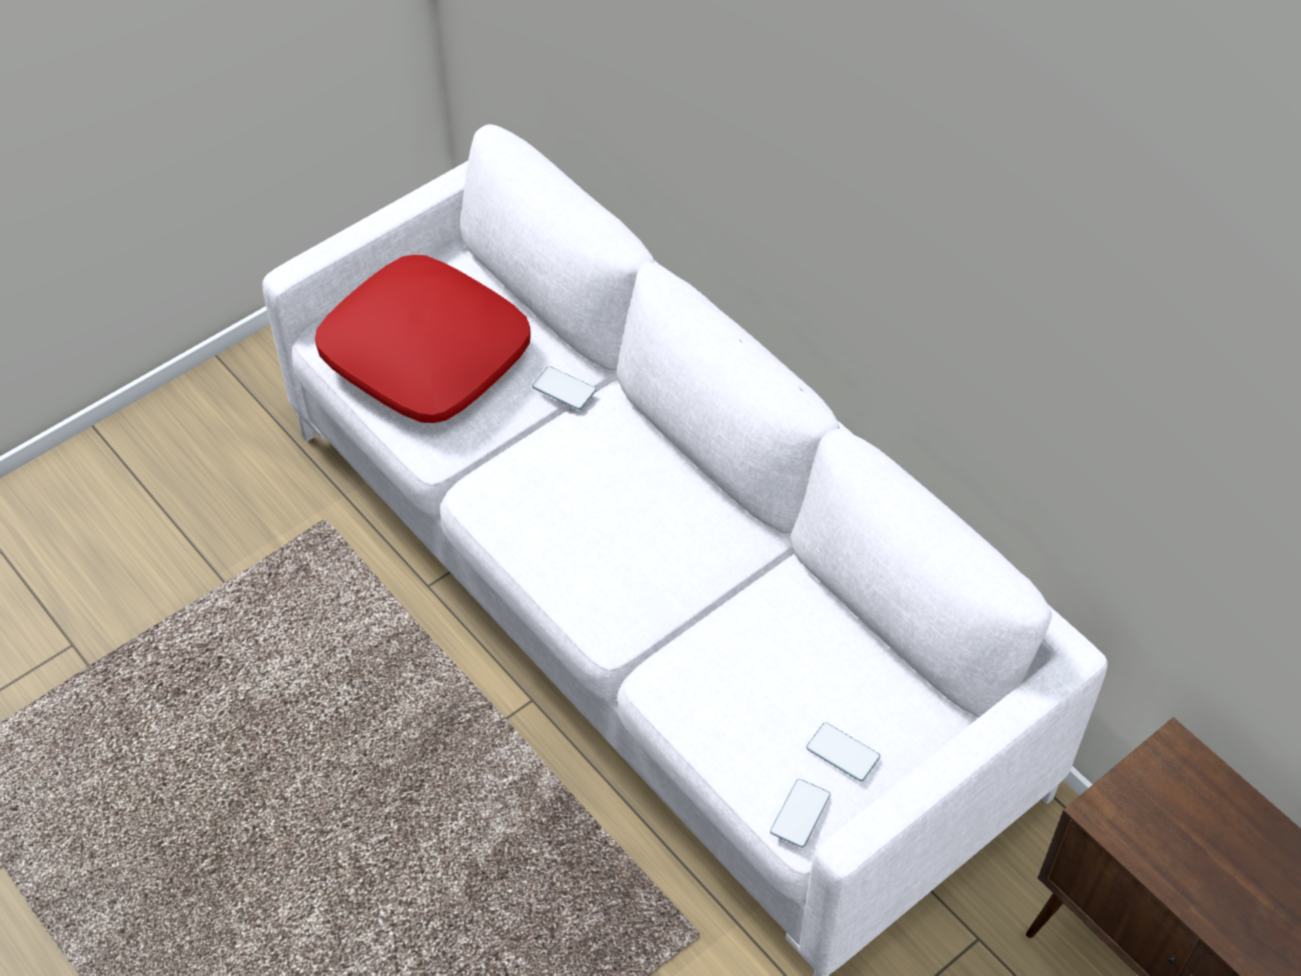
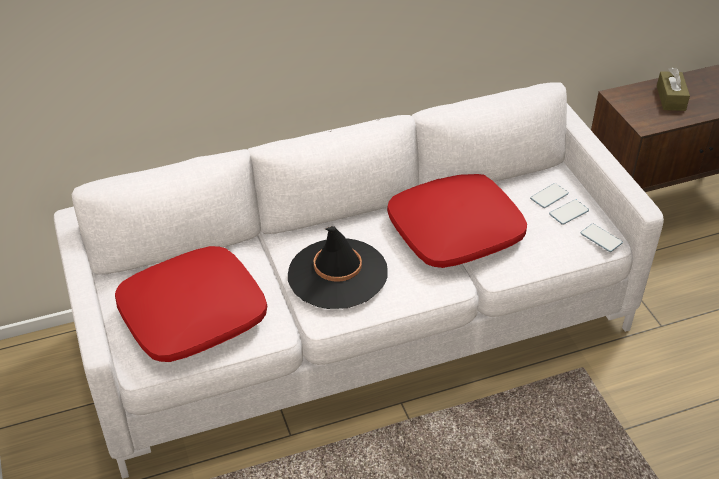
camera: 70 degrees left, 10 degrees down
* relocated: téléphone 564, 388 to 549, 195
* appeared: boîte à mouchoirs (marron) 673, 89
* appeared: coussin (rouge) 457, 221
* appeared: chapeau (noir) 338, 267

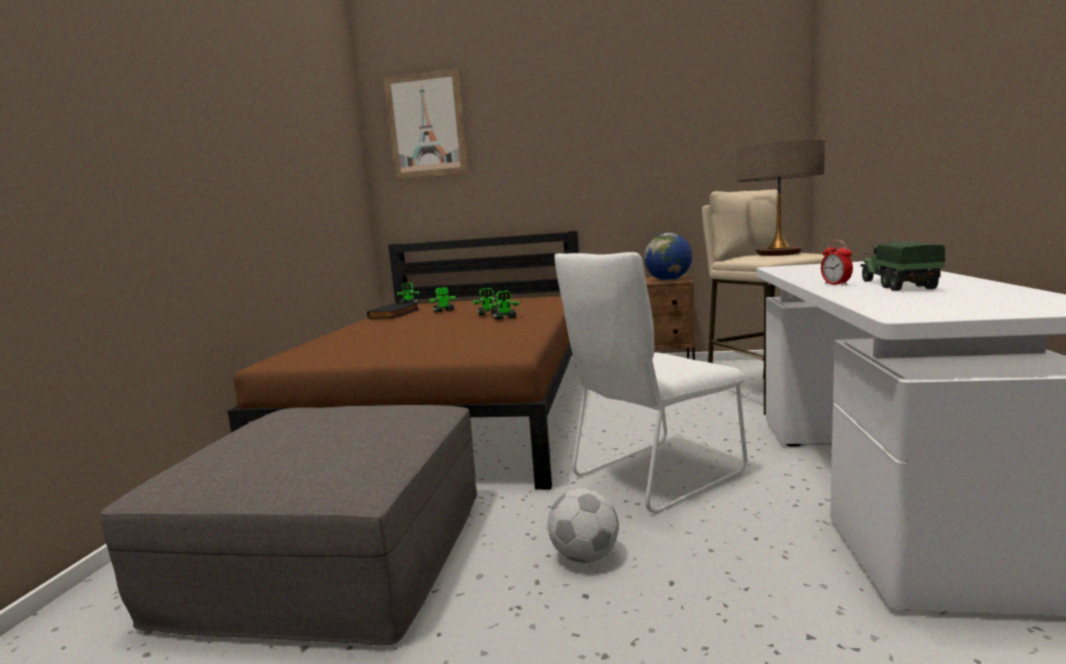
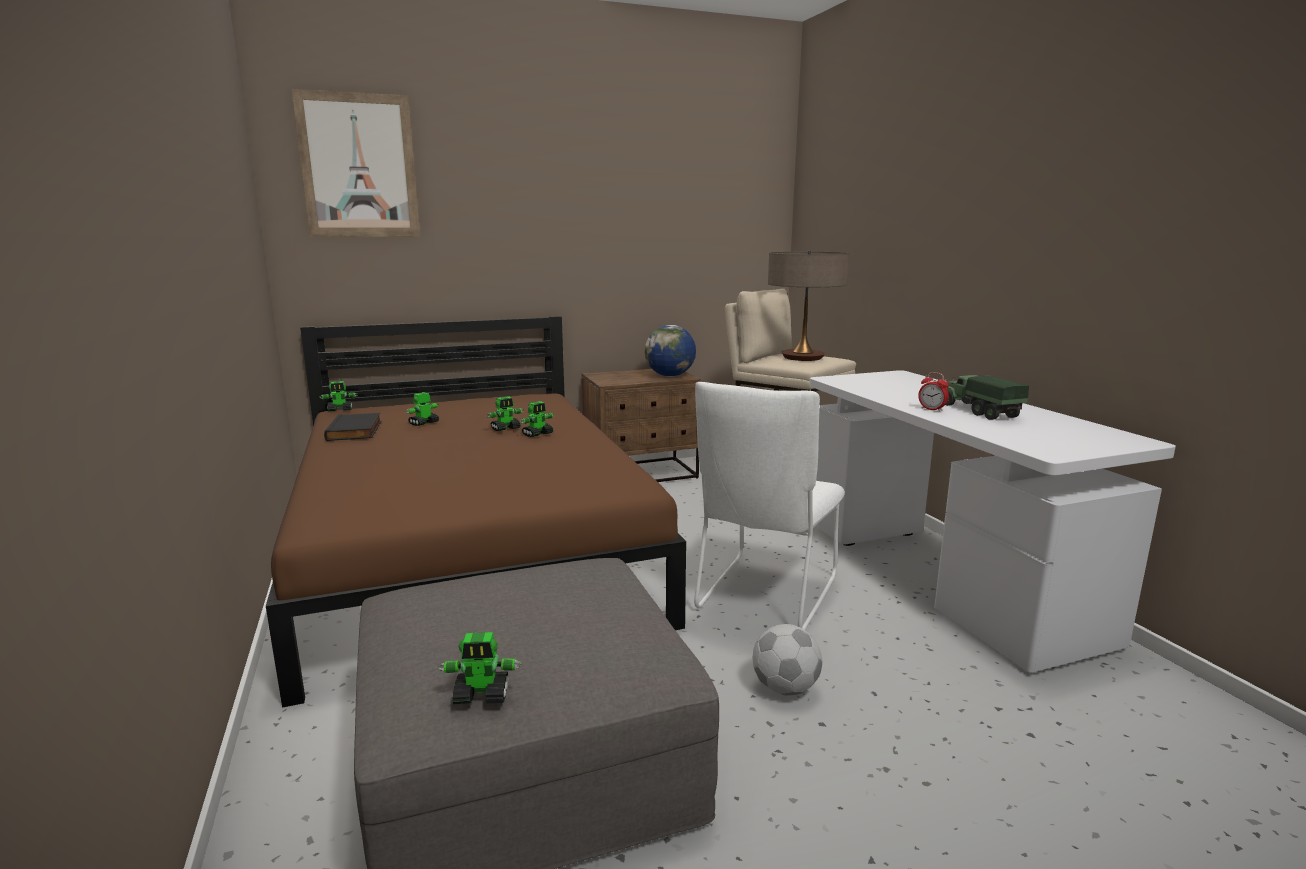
camera: 30 degrees left, 5 degrees up
* appeared: robot jouet 480, 668

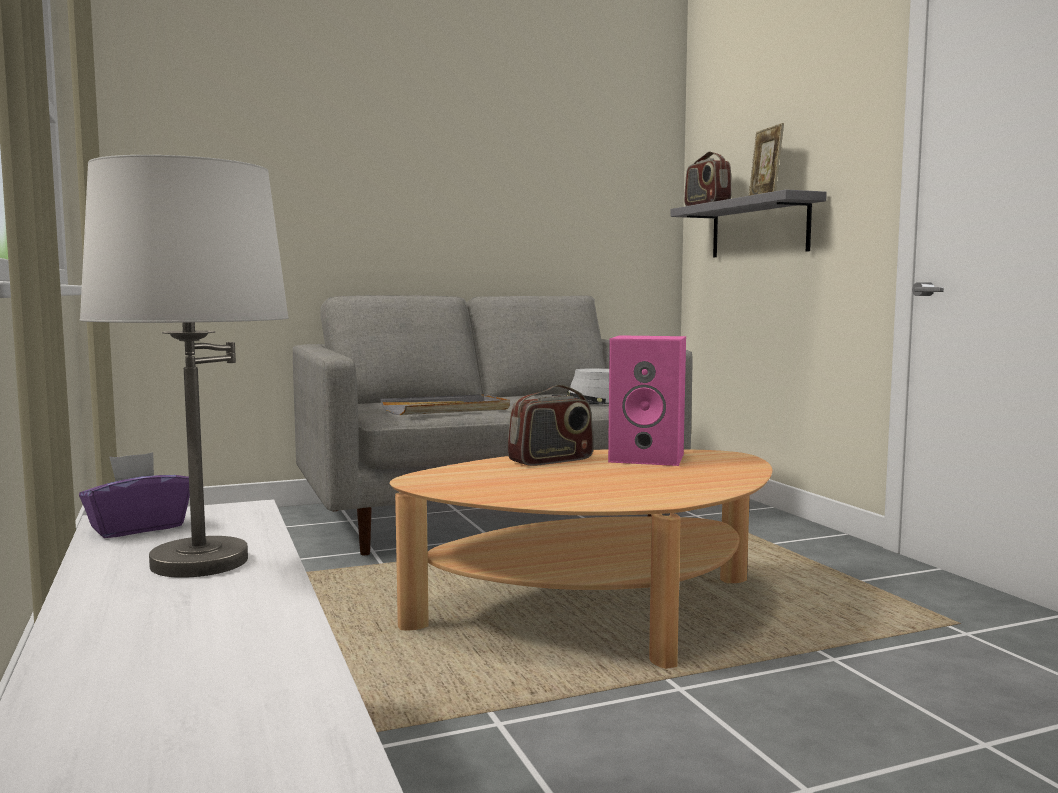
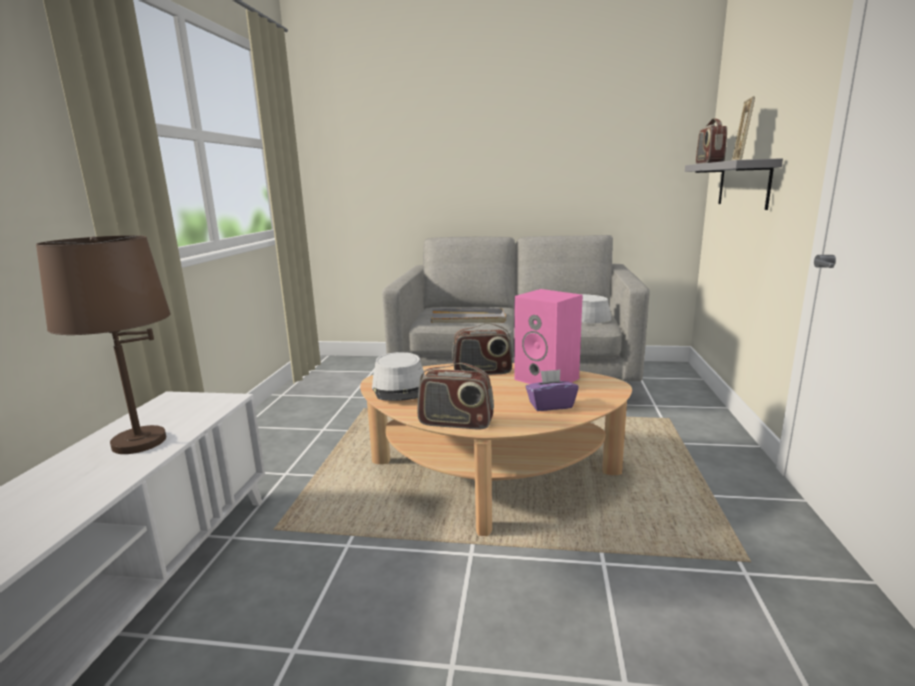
camera: 30 degrees right, 10 degrees up
* colour: lampe de table (blanc) 184, 366 to lampe de table (marron) 103, 344
* relocated: boîte à mouchoirs (violet) 134, 495 to 552, 390
* appeared: chapeau (gris) 398, 376
* appeared: radio 455, 396

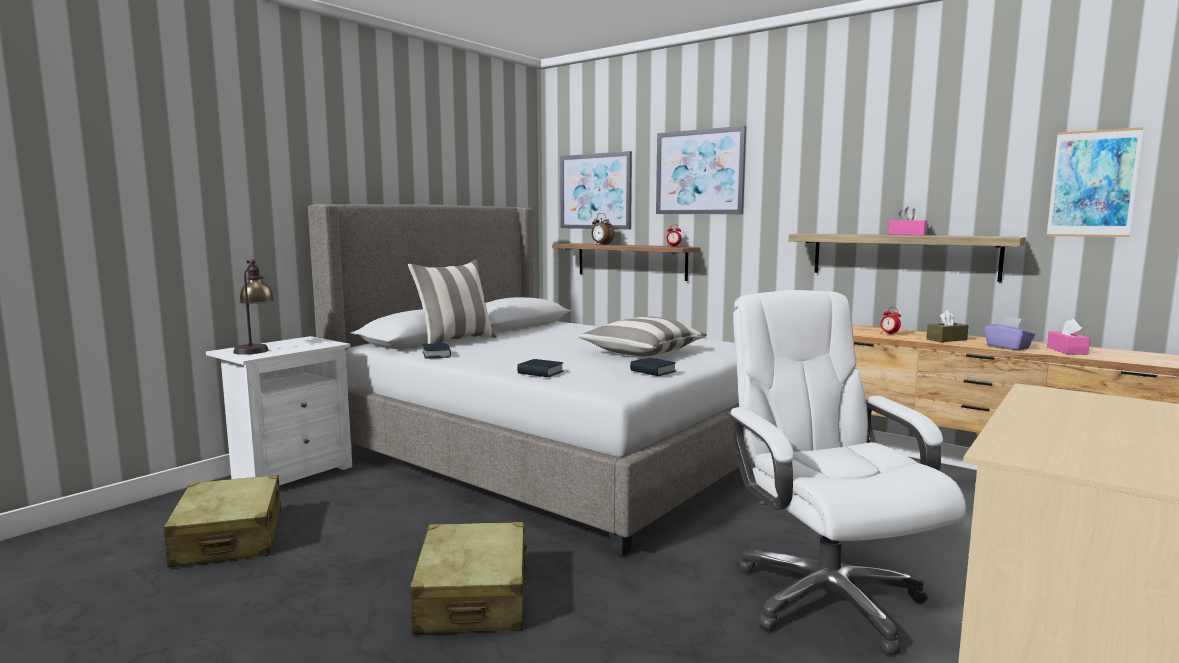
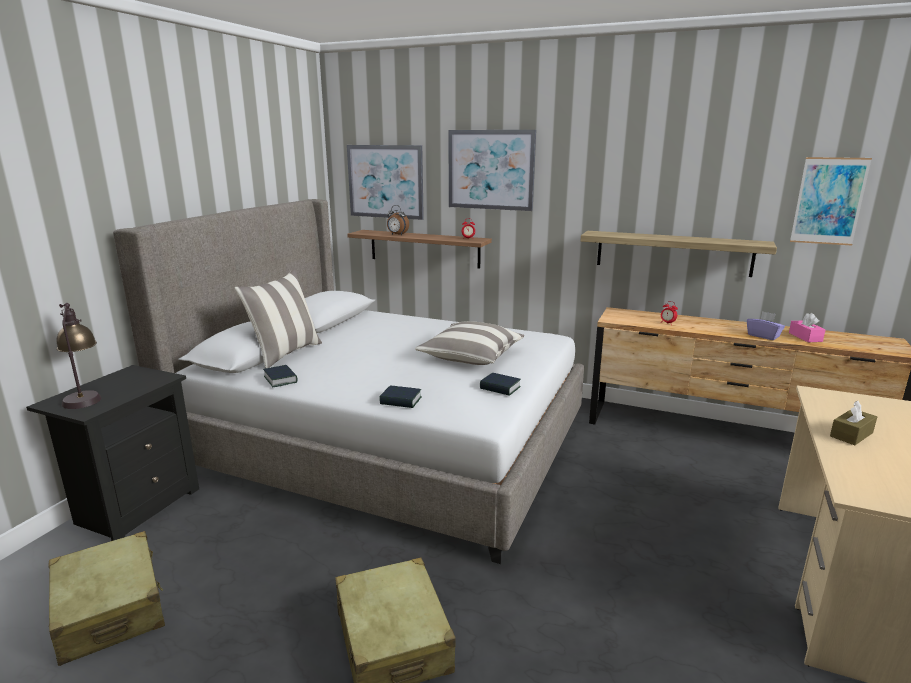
camera: 15 degrees left, 10 degrees up
* missing: boîte à mouchoirs (rose) 907, 220
* missing: chaise de bureau (blanc) 846, 472
* relocated: boîte à mouchoirs (marron) 947, 326 to 853, 423
* colour: table de chevet (blanc) 279, 410 to table de chevet (noir) 112, 453

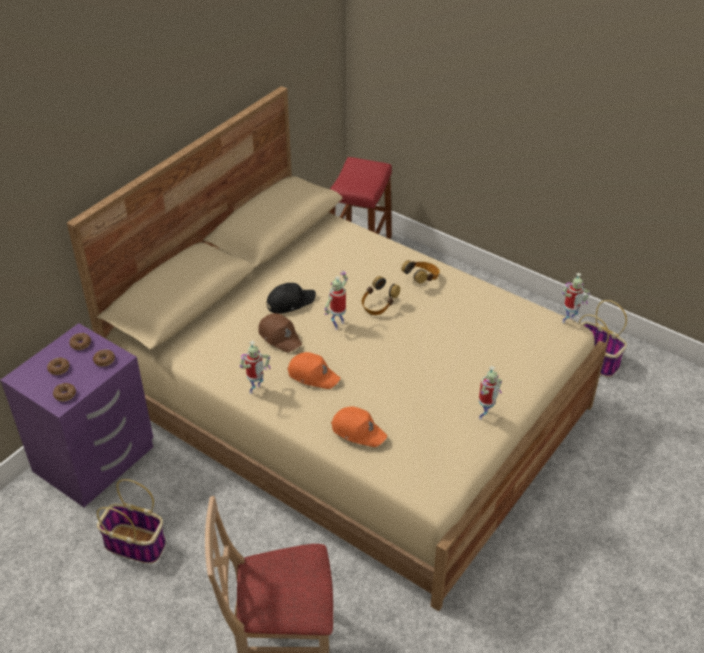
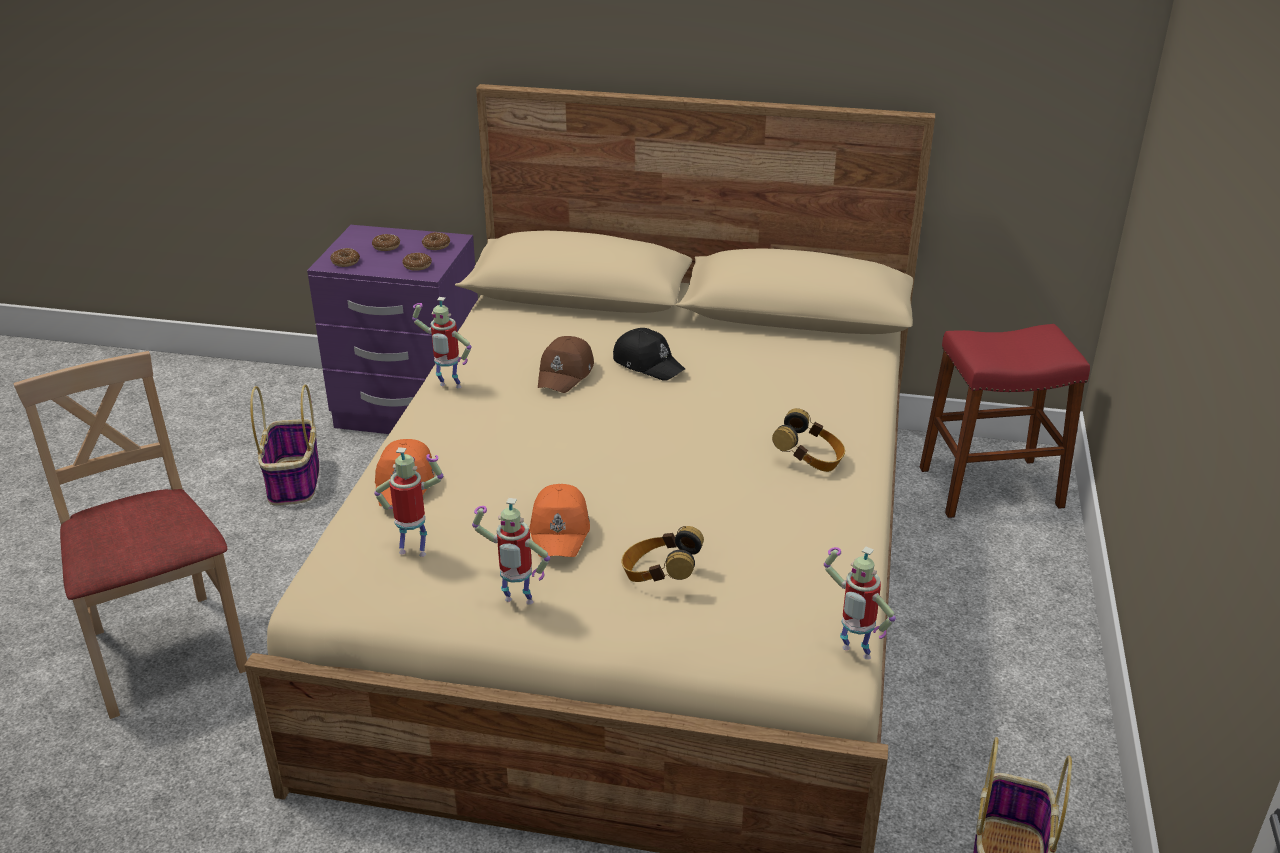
camera: 65 degrees right, 10 degrees down
* relocated: robot jouet 336, 300 to 408, 502
* relocated: casque audio 381, 295 to 663, 554
* relocated: casquette (orange) 313, 370 to 559, 520

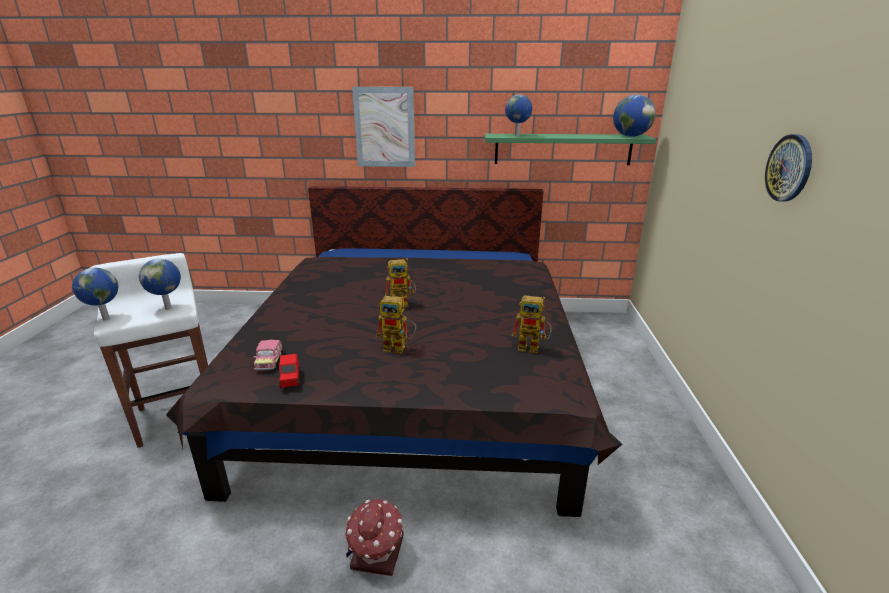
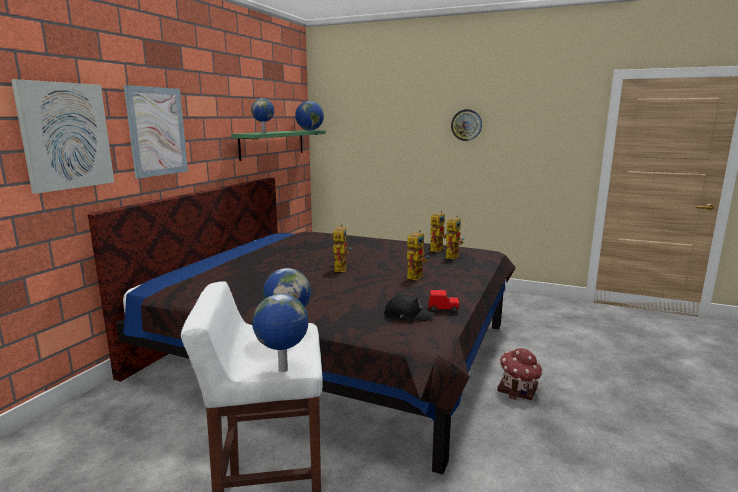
camera: 70 degrees left, 10 degrees down
* exchanged: petite voiture 267, 355 to casquette (noir) 409, 307
* appeared: tableau 62, 136
* appeared: robot jouet 455, 238

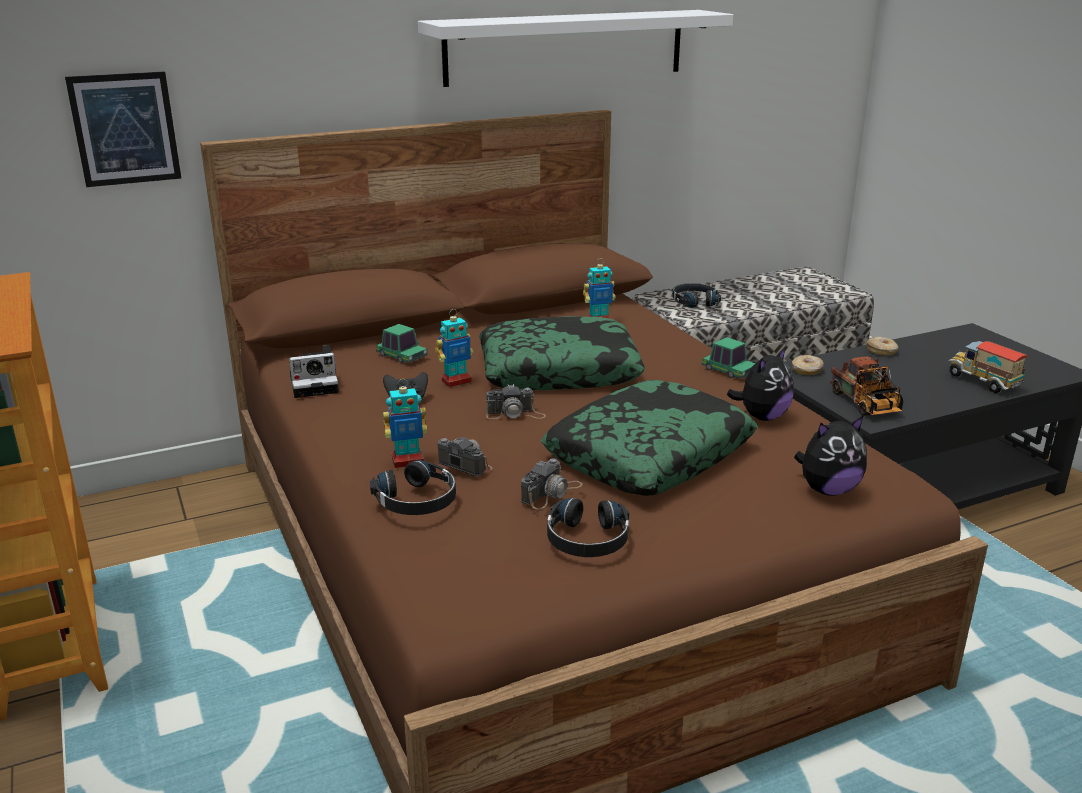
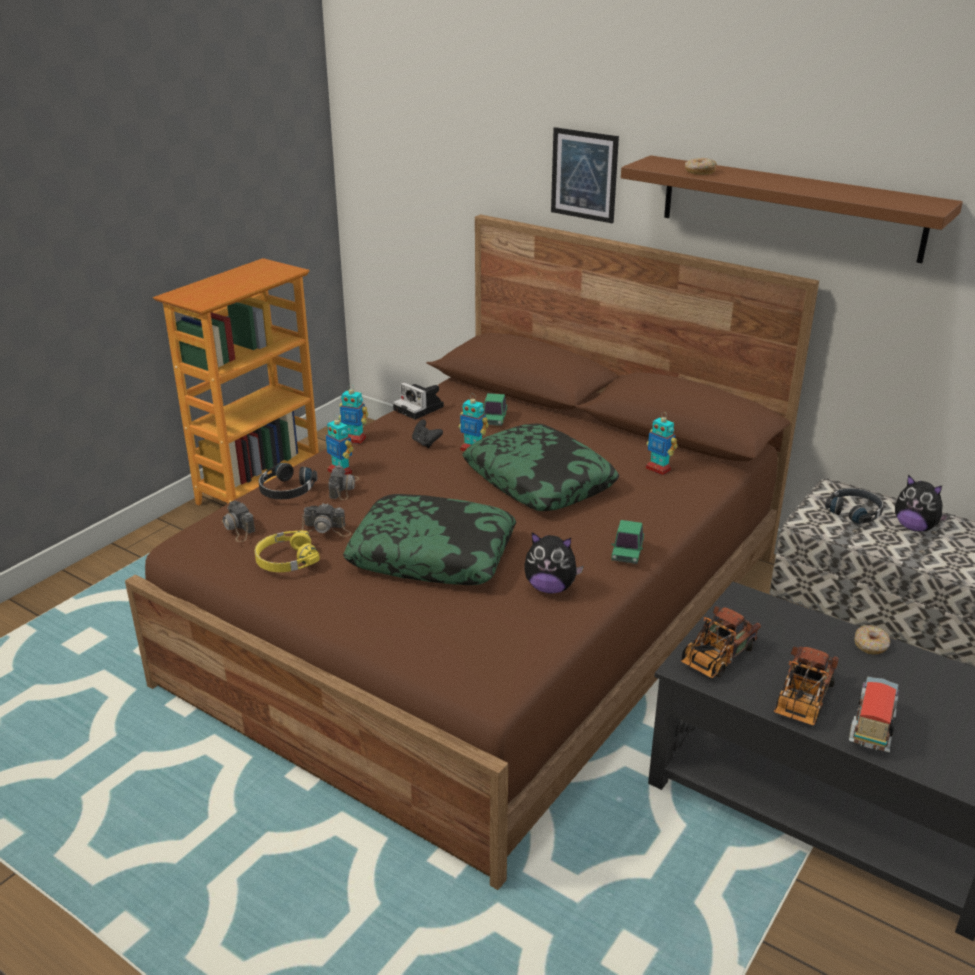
camera: 60 degrees right, 5 degrees up
* colour: étagère (blanc) 575, 48 to étagère (marron) 792, 209
* relocated: tableau 123, 129 to 585, 175
* relocated: beignet 808, 365 to 701, 166
* relocated: appareil photo 516, 401 to 238, 521
* relocated: peluche 830, 455 to 922, 503
* colour: casque audio (noir) 588, 527 to casque audio (jaune) 287, 551
* appeared: robot jouet 353, 414
* appeared: camion jouet 806, 685

